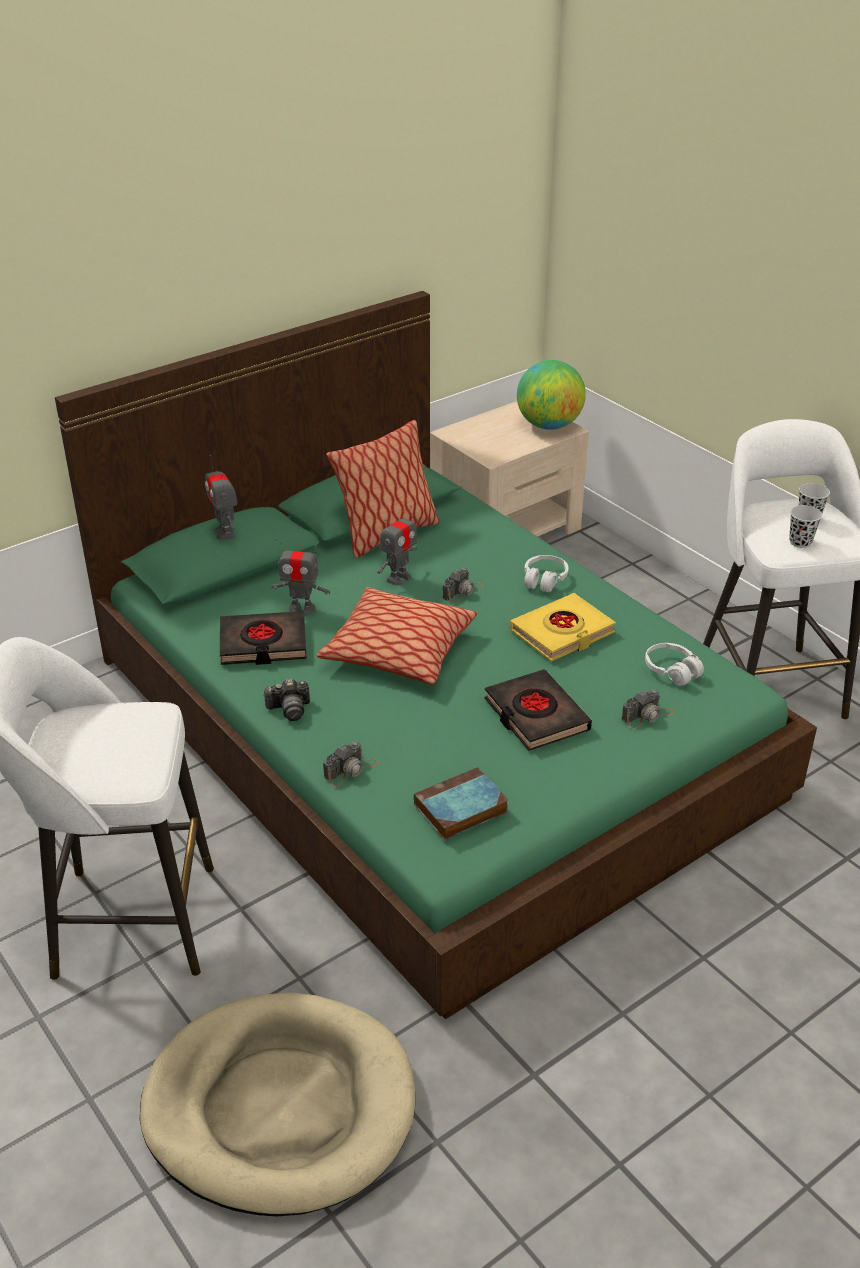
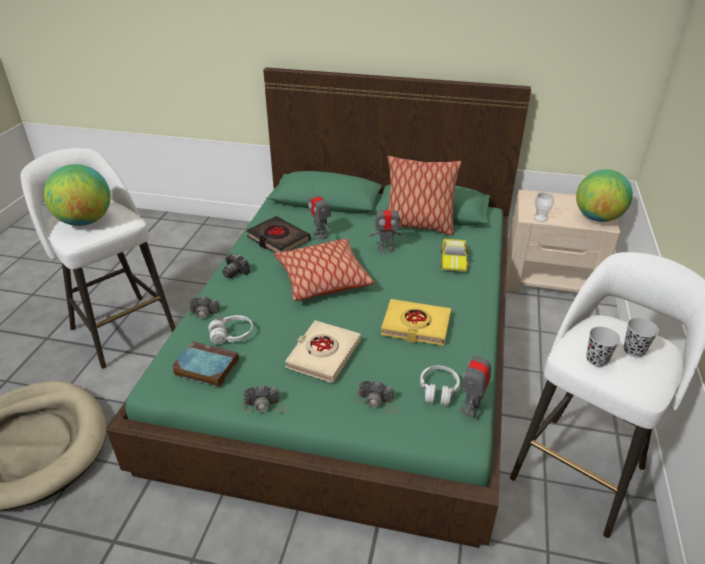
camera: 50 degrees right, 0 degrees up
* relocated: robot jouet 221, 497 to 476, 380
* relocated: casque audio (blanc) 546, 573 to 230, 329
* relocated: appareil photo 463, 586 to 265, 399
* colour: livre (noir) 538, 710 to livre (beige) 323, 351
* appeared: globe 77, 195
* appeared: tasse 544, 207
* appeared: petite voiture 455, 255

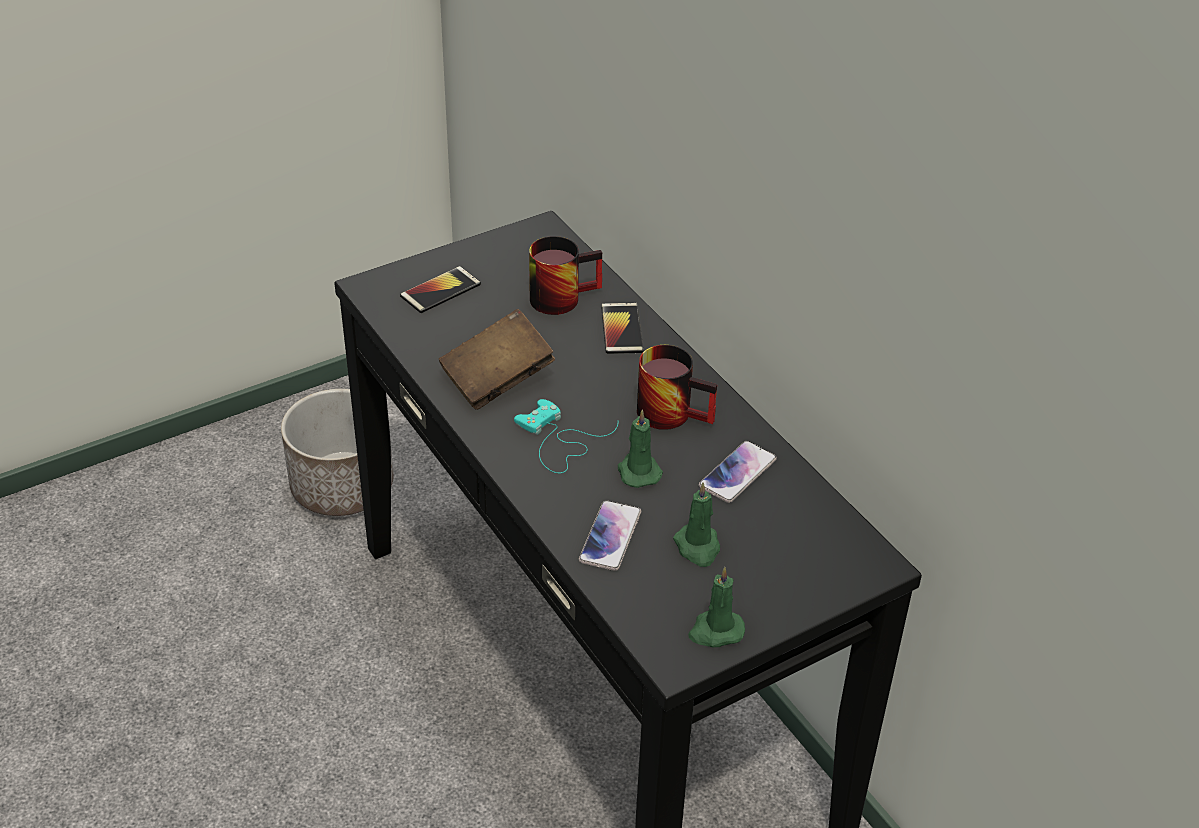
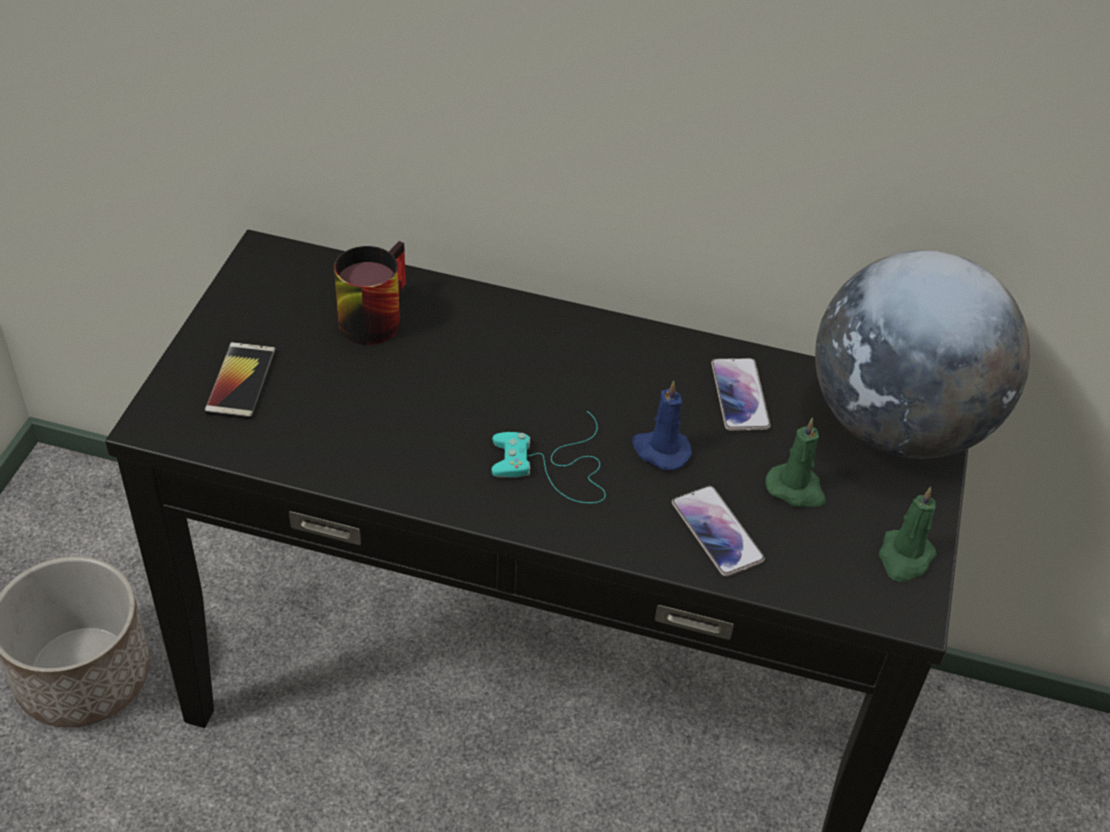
camera: 45 degrees left, 5 degrees up
* missing: téléphone 622, 328
* missing: livre (marron) 497, 359
* missing: mug 677, 387
* colour: bougie (vert) 640, 448 to bougie (bleu) 662, 425
* appeared: globe 922, 354

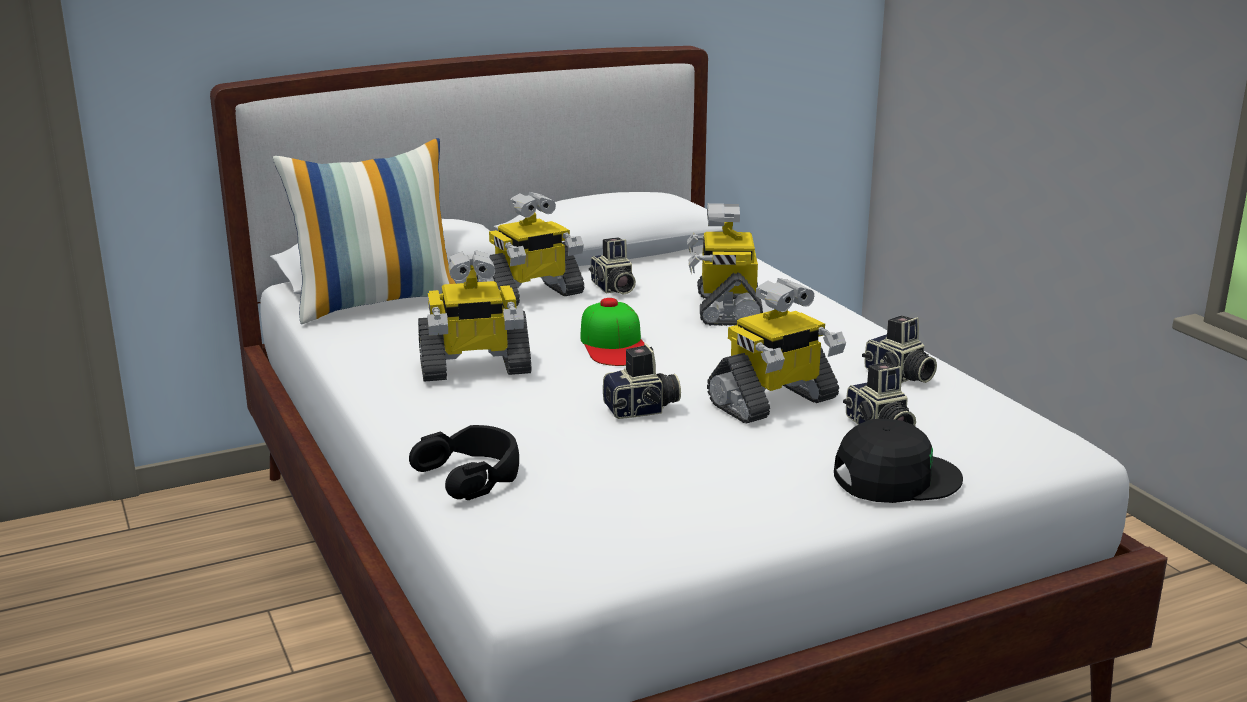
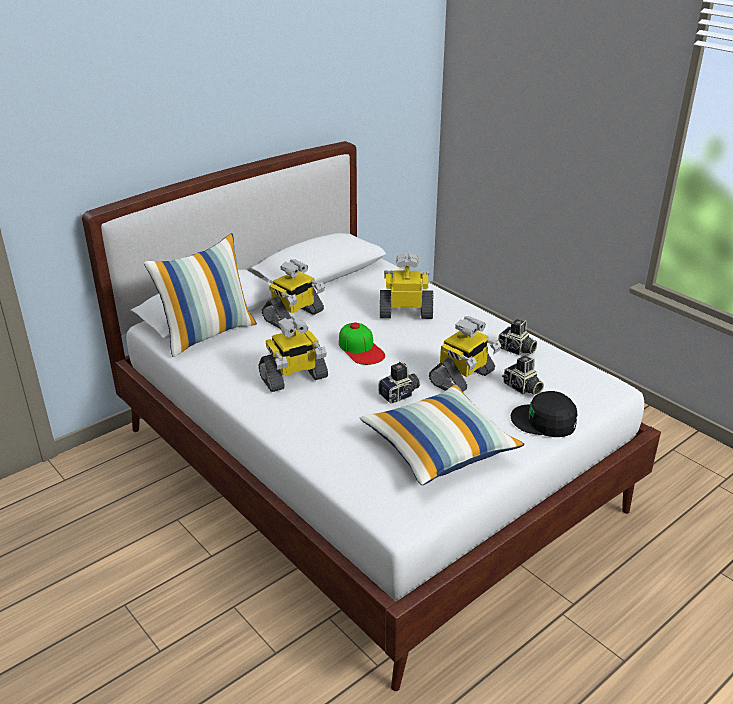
camera: 15 degrees left, 10 degrees up
* spun: robot jouet 725, 264 = 406, 286 105 degrees clockwise
* missing: appareil photo 612, 266
* spun: casquette (noir) 898, 461 = 544, 414 135 degrees counterclockwise
* missing: casque audio (noir) 464, 462
* appeared: coussin 442, 434

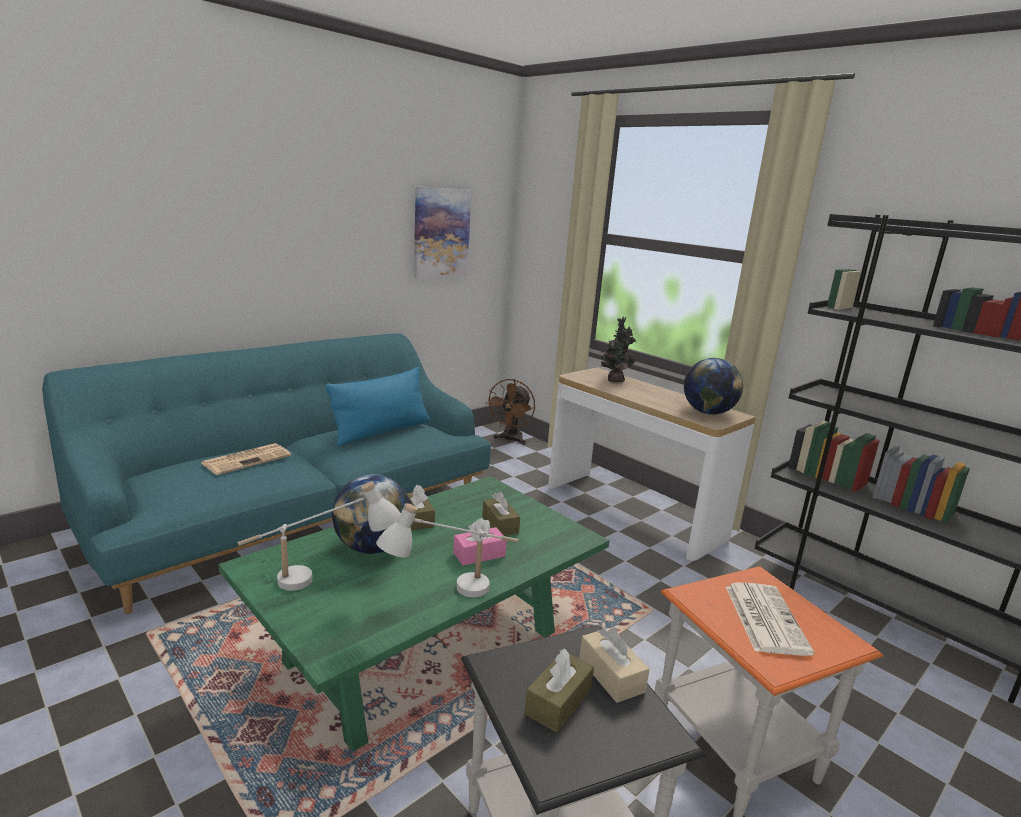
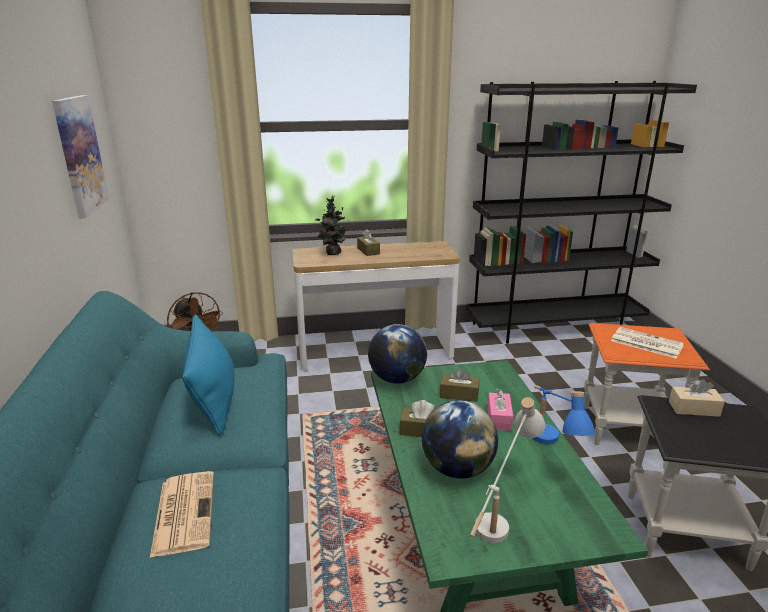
camera: 55 degrees left, 5 degrees up
* relocated: globe 713, 386 to 397, 354
* colour: lampe de table (blanc) 447, 550 to lampe de table (bleu) 564, 415
* relocated: boîte à mouchoirs (marron) 559, 691 to 368, 242

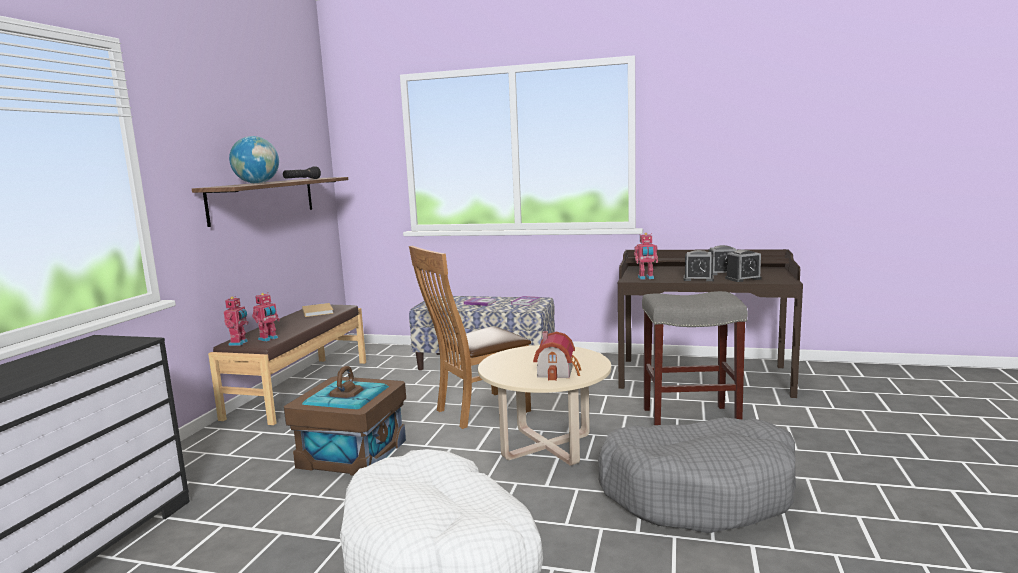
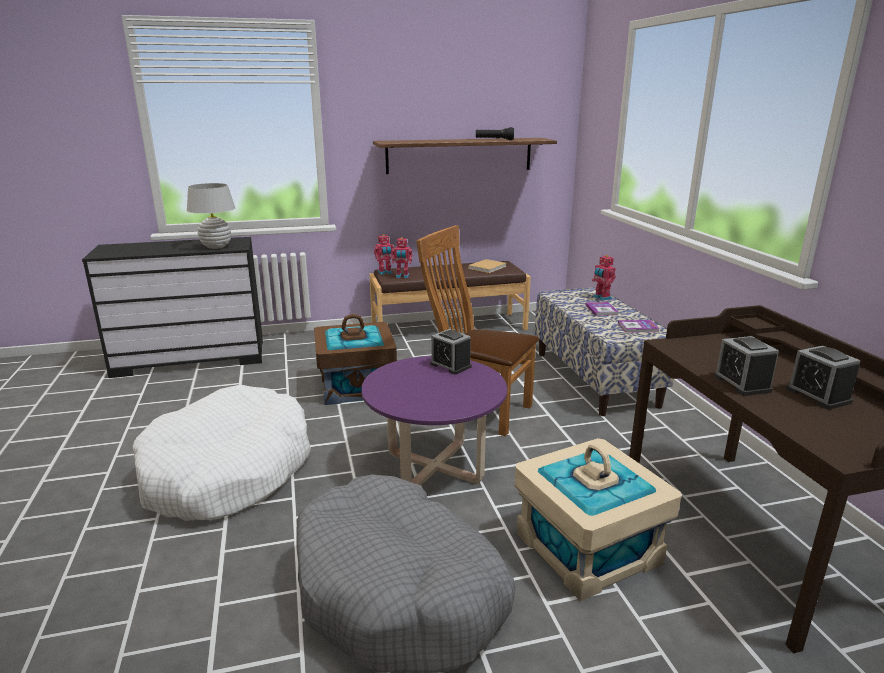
camera: 60 degrees right, 10 degrees up
* missing: globe 254, 160
* relocated: robot jouet 646, 256 to 604, 278
* relocated: réveil 743, 266 to 451, 351
* exchanged: tabouret (gris) 695, 358 to boîte de rangement (beige) 598, 519
* missing: maison miniature 557, 356
* colour: table basse (beige) 544, 405 to table basse (violet) 434, 421
* appeared: lampe de table (blanc) 211, 216

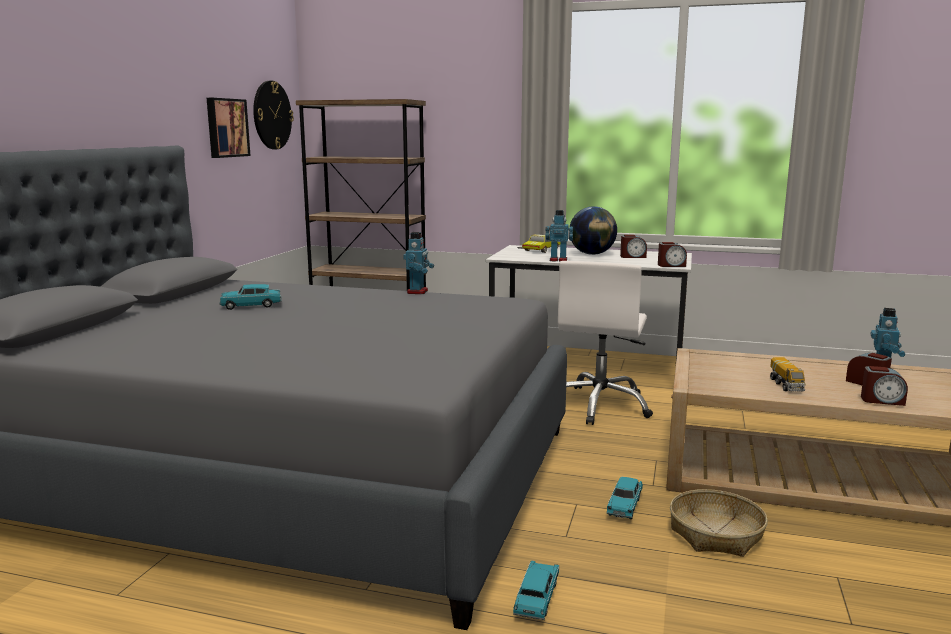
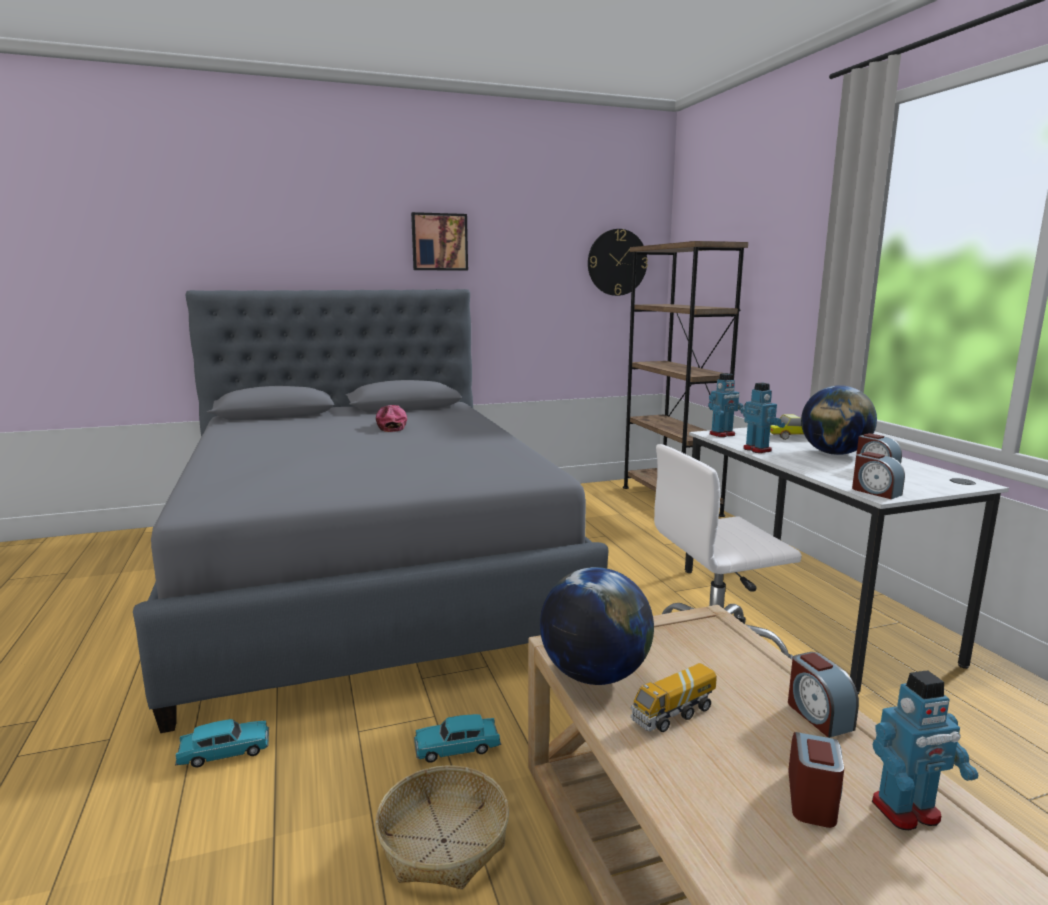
camera: 55 degrees right, 0 degrees up
* relocated: tableau 229, 128 to 439, 241
* relocated: robot jouet 418, 263 to 726, 405
* exchanged: petite voiture (turquoise) 250, 297 to casquette 391, 418
* relocated: réveil 884, 386 to 823, 695
* appeared: globe 597, 626

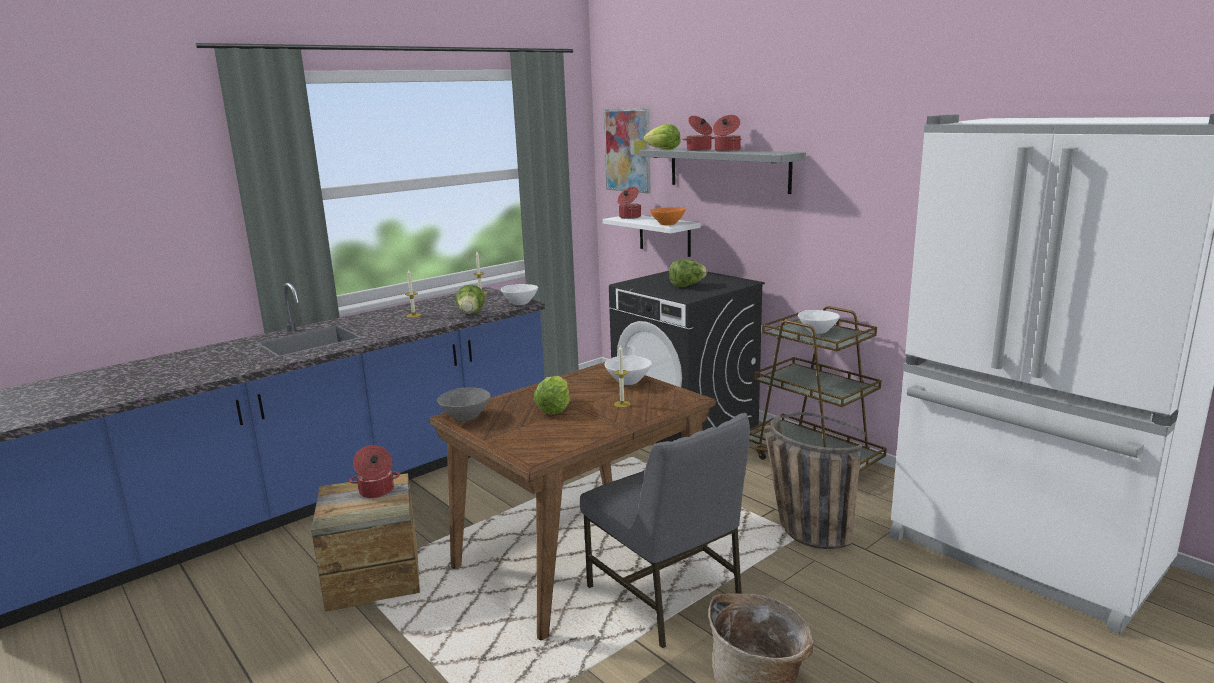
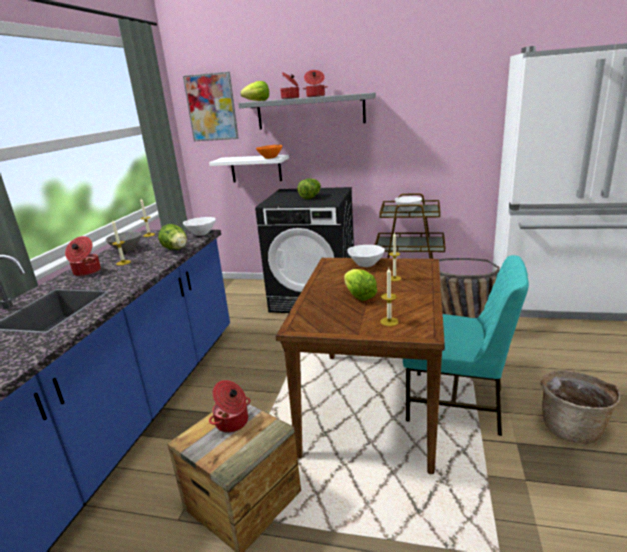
camera: 35 degrees left, 5 degrees up
* relocated: marmite 629, 203 to 83, 256
* relocated: bol (gris) 464, 404 to 124, 242
* colour: chaise (gris) 665, 531 to chaise (turquoise) 466, 345
* appeared: bougie 389, 297

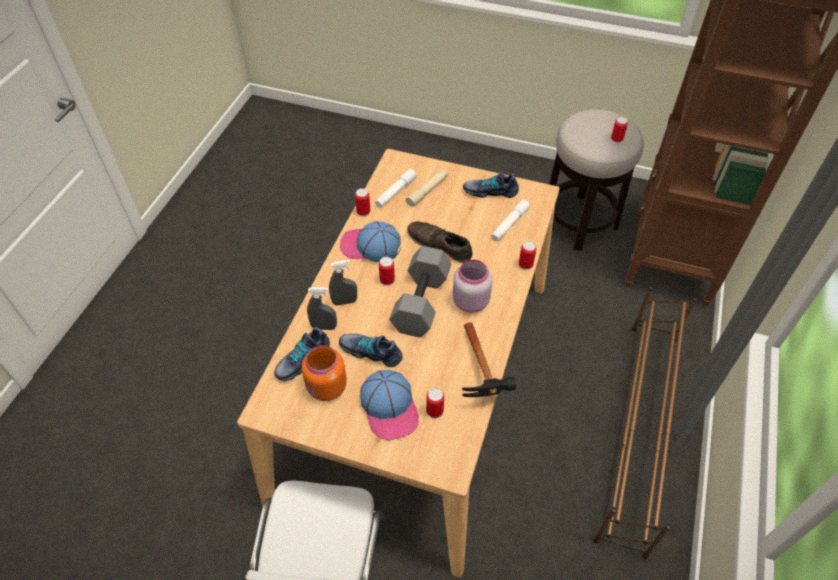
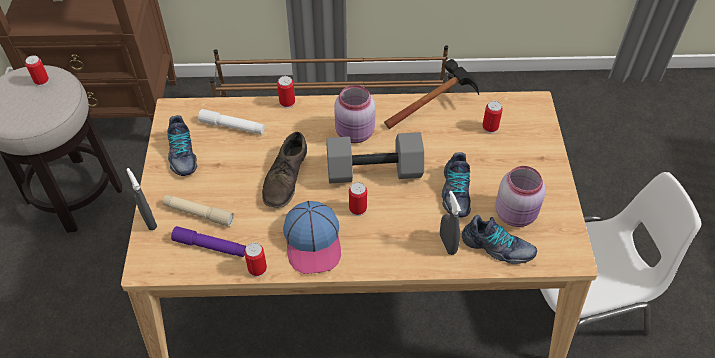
camera: 110 degrees left, 0 degrees up
* colour: lampe de poche (blanc) 396, 188 to lampe de poche (violet) 208, 241
* relocated: vaporisateur (gris) 343, 283 to 141, 199
* colour: bocal (orange) 324, 373 to bocal (rose) 520, 196
* missing: casquette 389, 405

